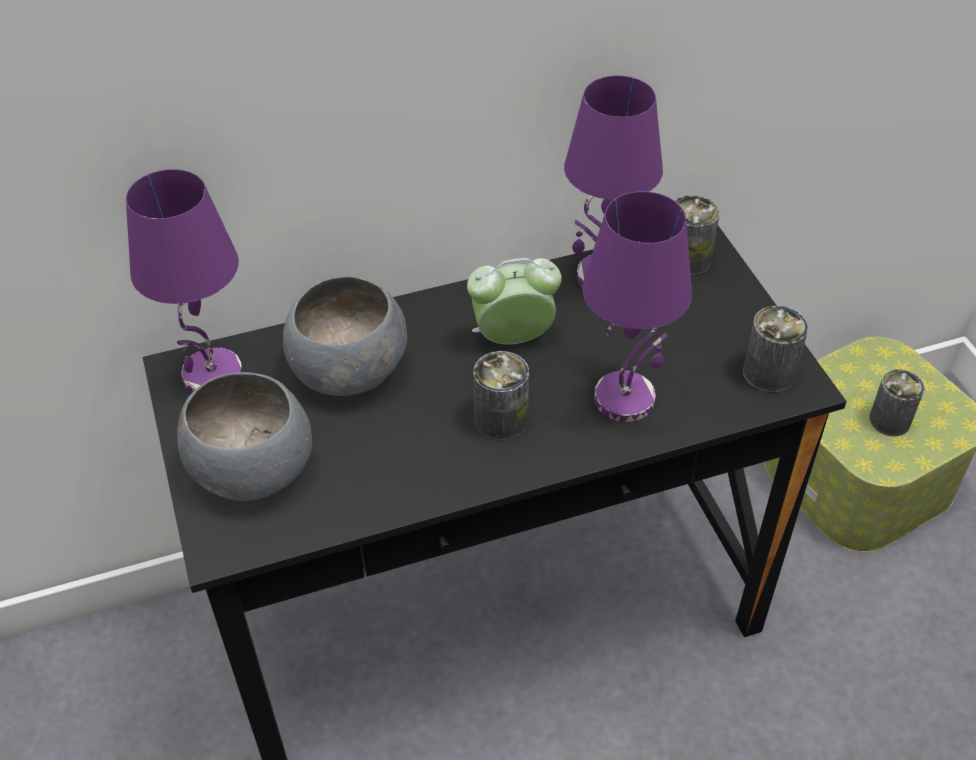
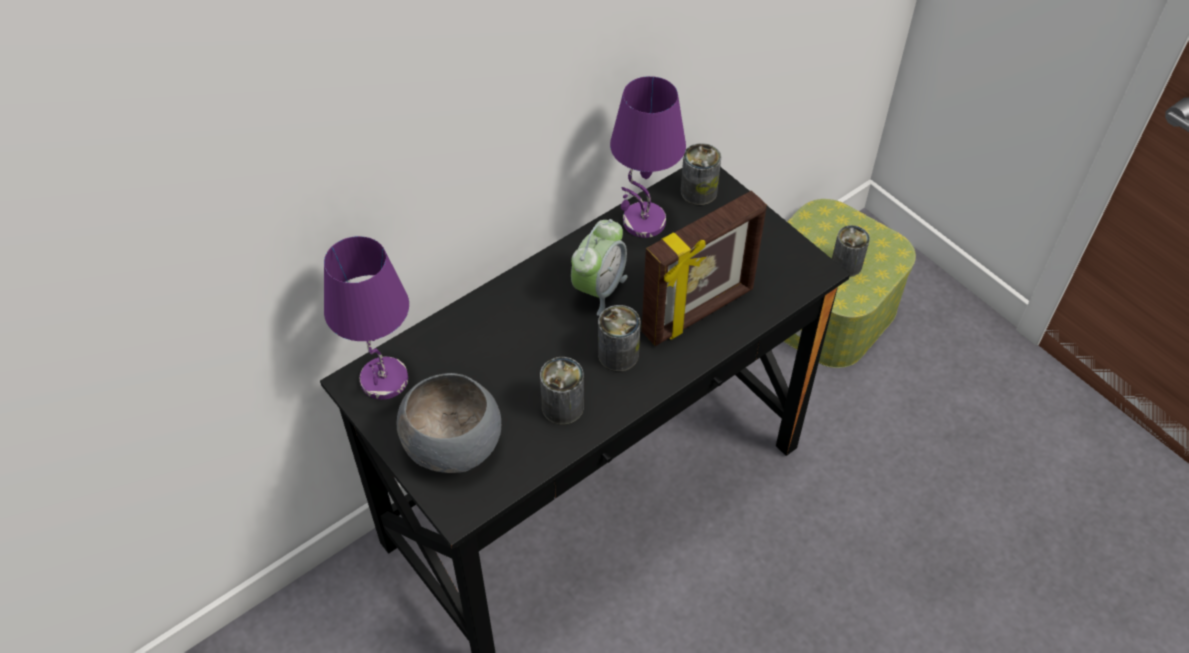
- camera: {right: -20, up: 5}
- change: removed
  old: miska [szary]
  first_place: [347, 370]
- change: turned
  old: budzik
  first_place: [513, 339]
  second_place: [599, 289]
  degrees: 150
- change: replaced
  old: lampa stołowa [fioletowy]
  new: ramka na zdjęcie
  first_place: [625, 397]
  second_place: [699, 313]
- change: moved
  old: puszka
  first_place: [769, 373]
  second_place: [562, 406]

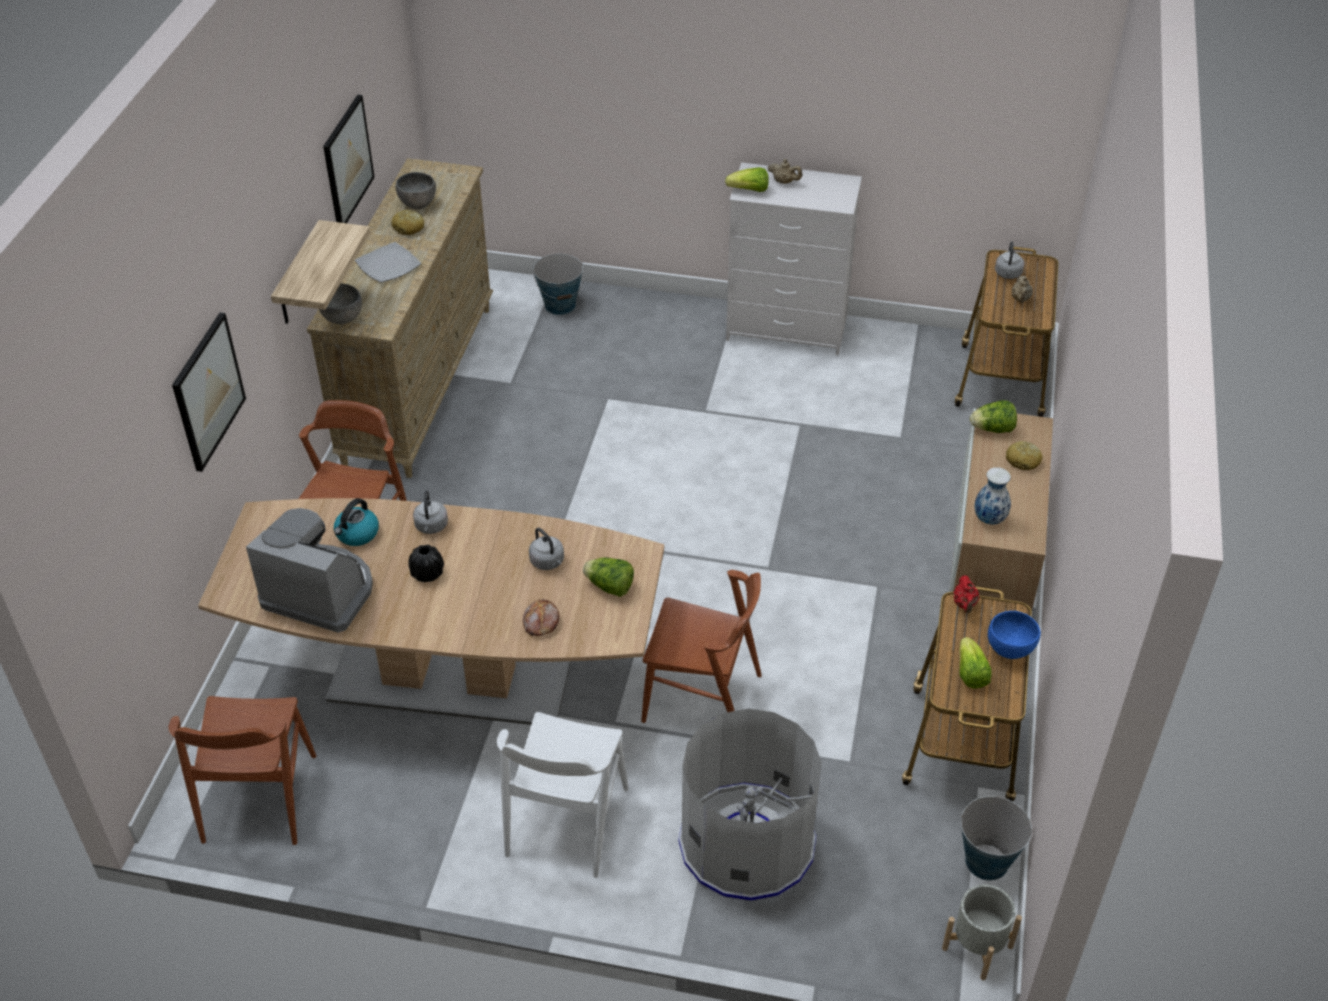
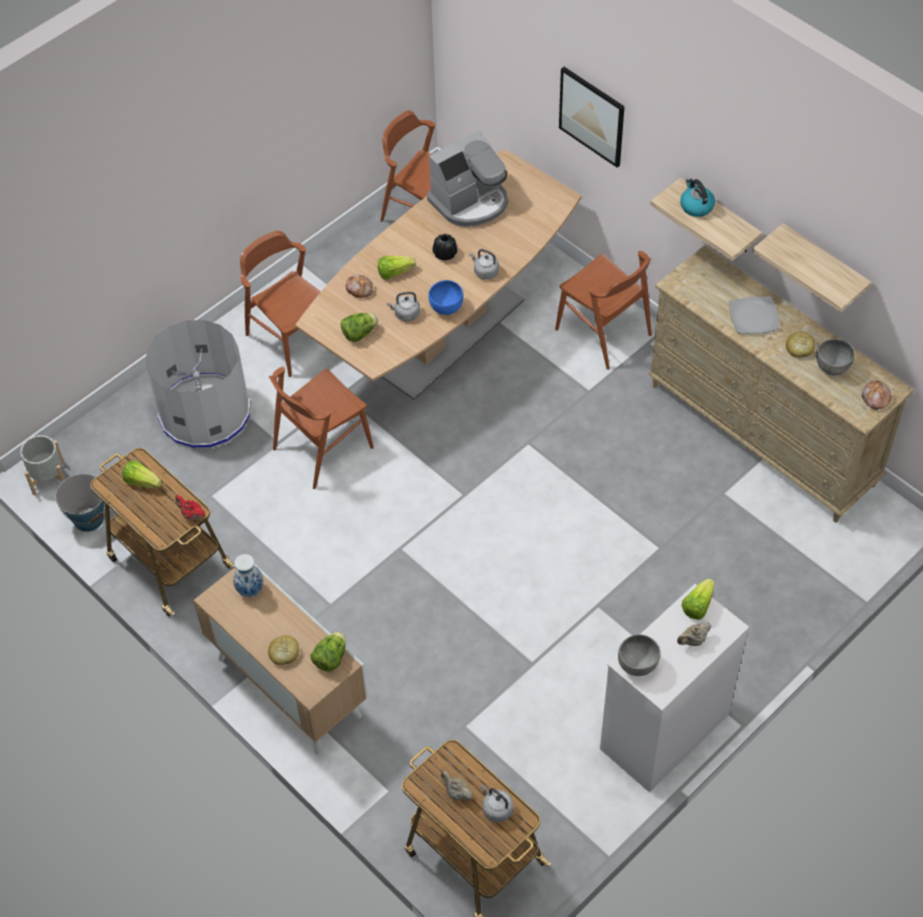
- camera: {right: 125, up: 10}
- change: moved
  old: miska [szary]
  first_place: [342, 318]
  second_place: [638, 664]
- change: replaced
  old: obraz
  new: półka
  first_place: [347, 162]
  second_place: [823, 265]
- change: moved
  old: czajnik
  first_place: [357, 534]
  second_place: [696, 206]
- change: recoloured
  old: krzesło [biały]
  new: krzesło [brązowy]
  first_place: [566, 822]
  second_place: [292, 338]
- change: removed
  old: wiadro
  first_place: [560, 305]
- change: moved
  old: miska [niebieski]
  first_place: [1010, 649]
  second_place: [446, 308]
- change: added
  new: sałata
  second_place: [394, 272]
- change: added
  new: chleb
  second_place: [875, 398]

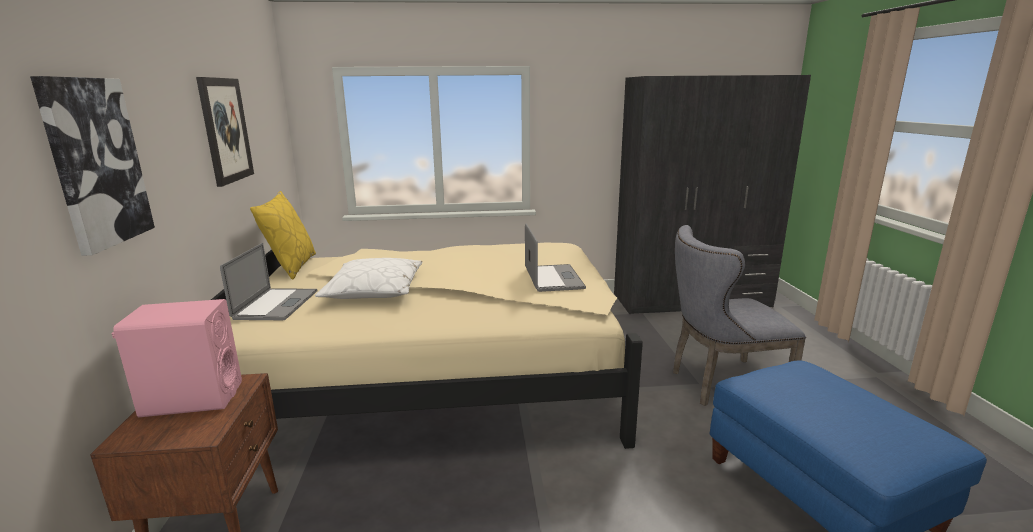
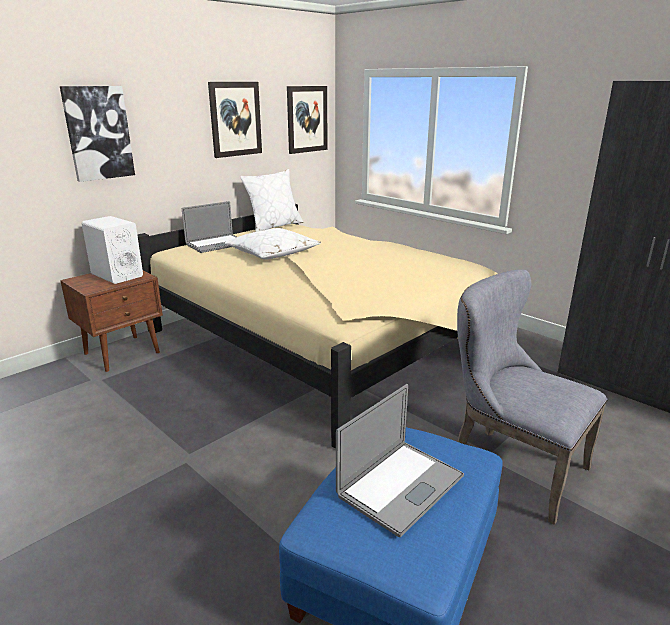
- camera: {right: 50, up: 5}
- change: recoloured
  old: głośnik [różowy]
  new: głośnik [biały]
  first_place: [192, 399]
  second_place: [117, 275]
- change: recoloured
  old: poduszka [żółty]
  new: poduszka [biały]
  first_place: [291, 266]
  second_place: [274, 226]
- change: moved
  old: laptop
  first_place: [553, 278]
  second_place: [400, 485]
- change: added
  new: obraz
  second_place: [307, 119]

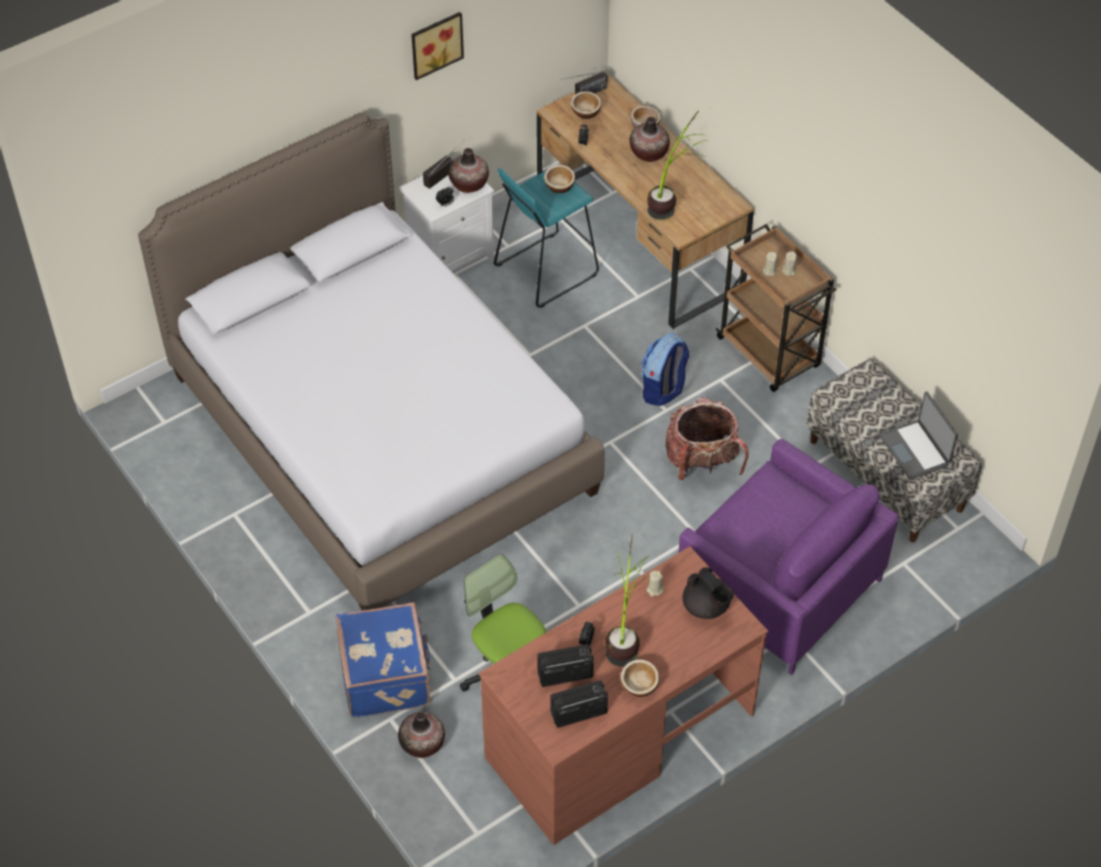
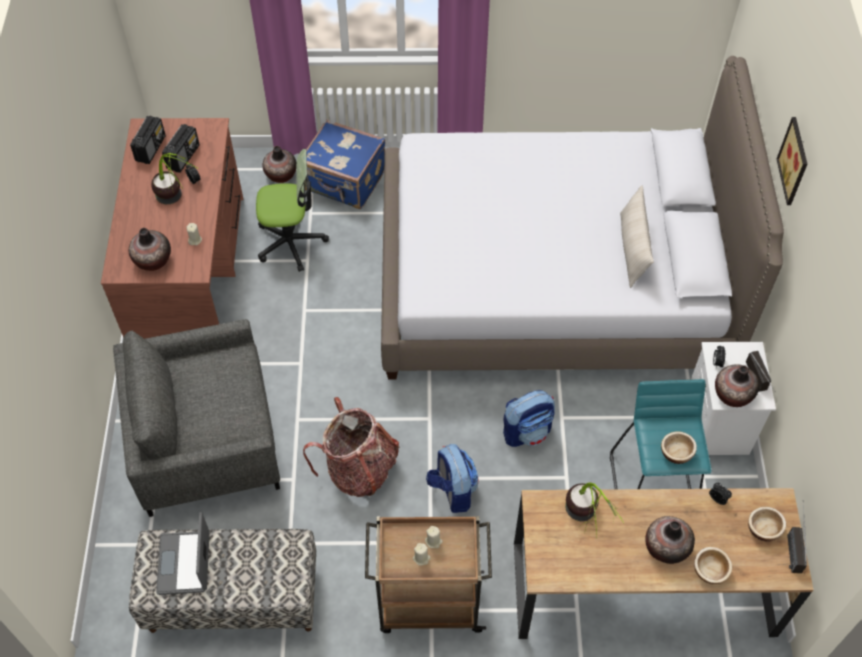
- camera: {right: 125, up: 5}
- change: moved
  old: obraz
  first_place: [435, 43]
  second_place: [796, 161]
- change: removed
  old: miska
  first_place: [639, 685]
- change: recoloured
  old: fotel [fioletowy]
  new: fotel [szary]
  first_place: [779, 588]
  second_place: [206, 441]
- change: replaced
  old: imbryk [czarny]
  new: wazon
  first_place: [706, 607]
  second_place: [153, 260]
- change: turned
  old: laptop
  first_place: [915, 450]
  second_place: [185, 563]
  degrees: -105
- change: added
  new: plecak
  second_place: [527, 431]
- change: added
  new: poduszka [beżowy]
  second_place: [632, 249]

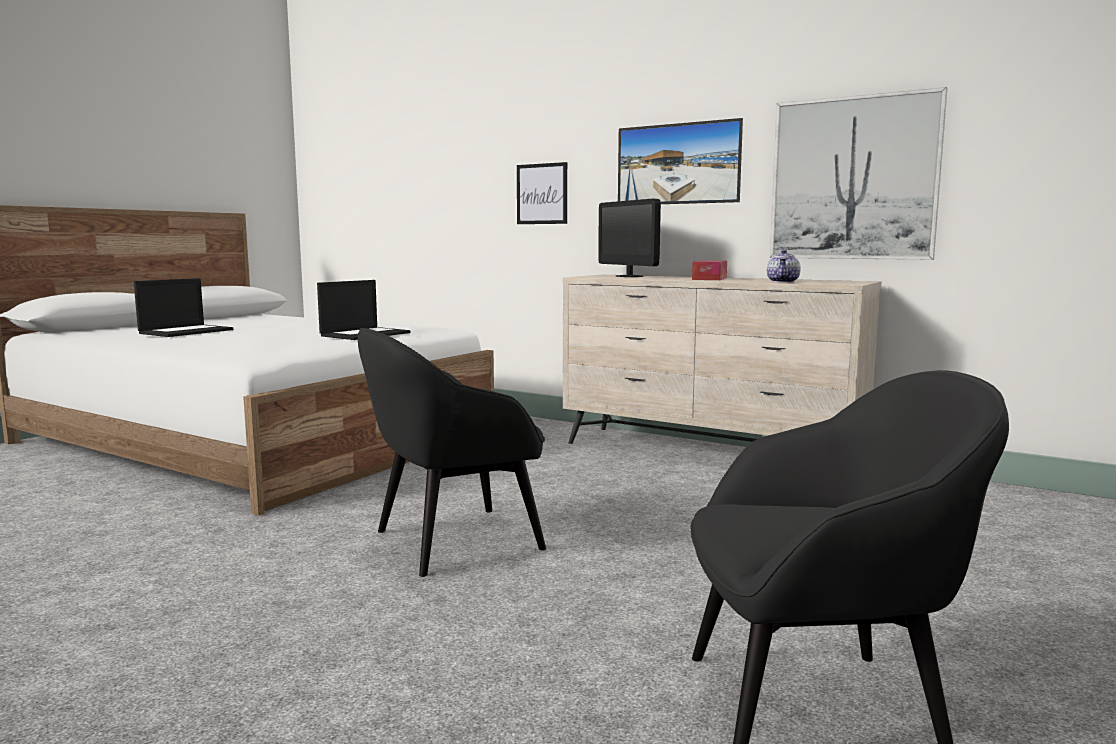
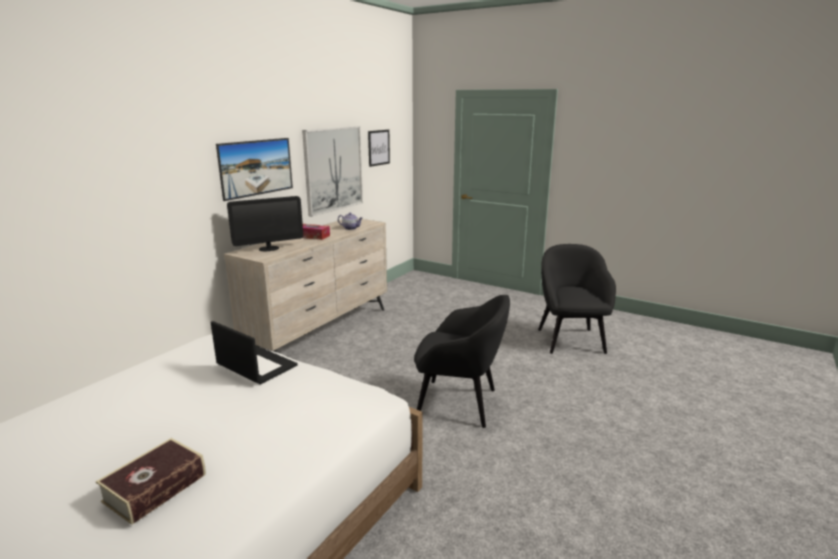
- camera: {right: -90, up: 10}
- change: replaced
  old: laptop
  new: książka
  first_place: [186, 331]
  second_place: [155, 488]
- change: turned
  old: fotel [czarny]
  first_place: [454, 541]
  second_place: [459, 403]
  degrees: -45
- change: moved
  old: obraz
  first_place: [542, 194]
  second_place: [378, 147]

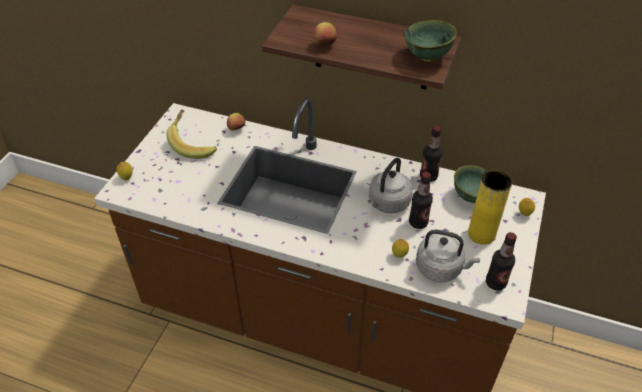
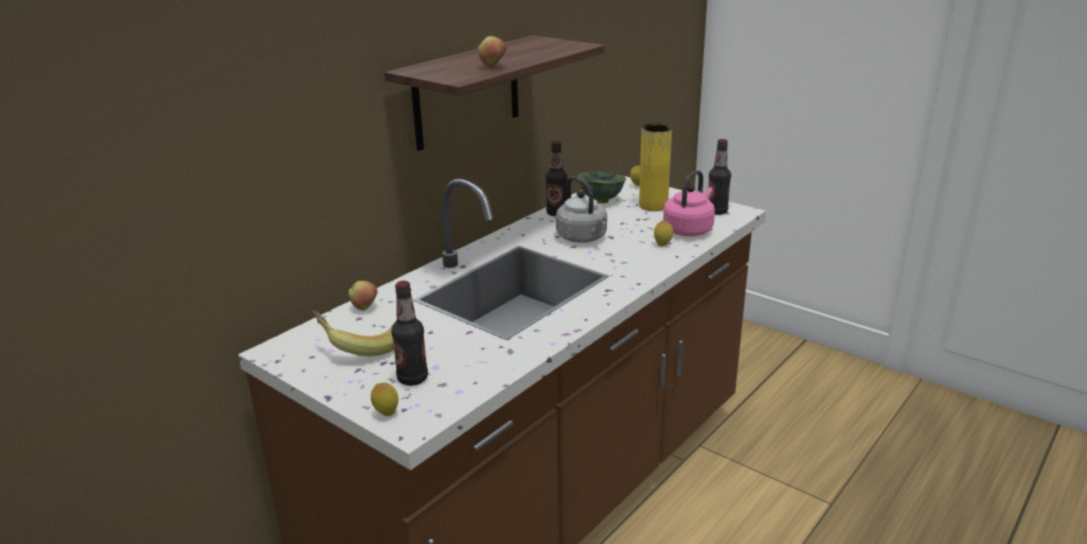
- camera: {right: -70, up: -20}
- change: removed
  old: miska [zielony]
  first_place: [427, 58]
- change: moved
  old: butelka
  first_place: [418, 222]
  second_place: [412, 379]
- change: recoloured
  old: czajnik [szary]
  new: czajnik [różowy]
  first_place: [441, 268]
  second_place: [689, 230]

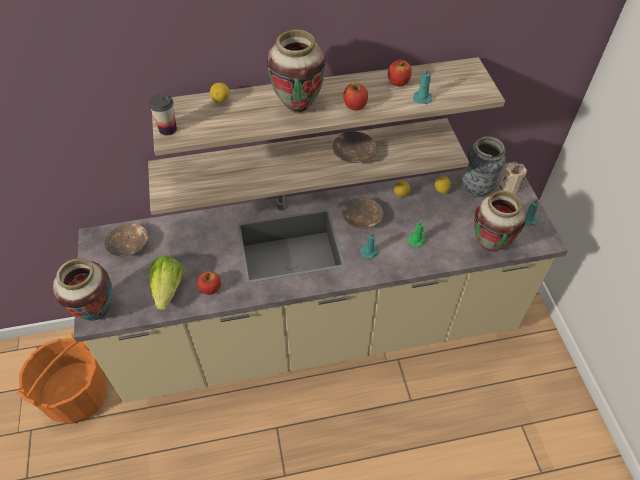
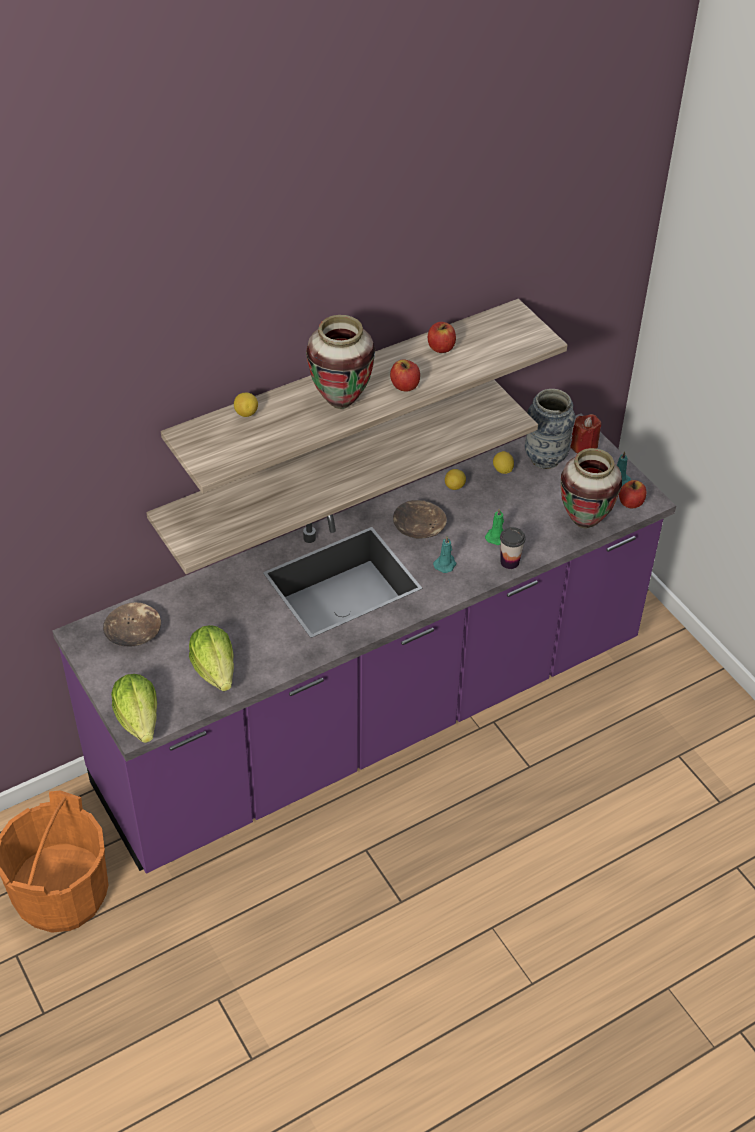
- camera: {right: -20, up: -5}
- change: replaced
  old: wazon
  new: sałata
  first_place: [97, 313]
  second_place: [139, 719]
- change: recoloured
  old: zabudowa kuchenna [beżowy]
  new: zabudowa kuchenna [fioletowy]
  first_place: [320, 333]
  second_place: [374, 717]
- change: moved
  old: filiżanka
  first_place: [168, 129]
  second_place: [509, 562]
- change: moved
  old: jabłko
  first_place: [210, 288]
  second_place: [631, 503]
- change: removed
  old: miska [brązowy]
  first_place: [353, 154]
- change: removed
  old: świeca [turkusowy]
  first_place: [422, 97]
- change: recoloured
  old: świeca [beżowy]
  new: świeca [czerwony]
  first_place: [510, 187]
  second_place: [584, 446]

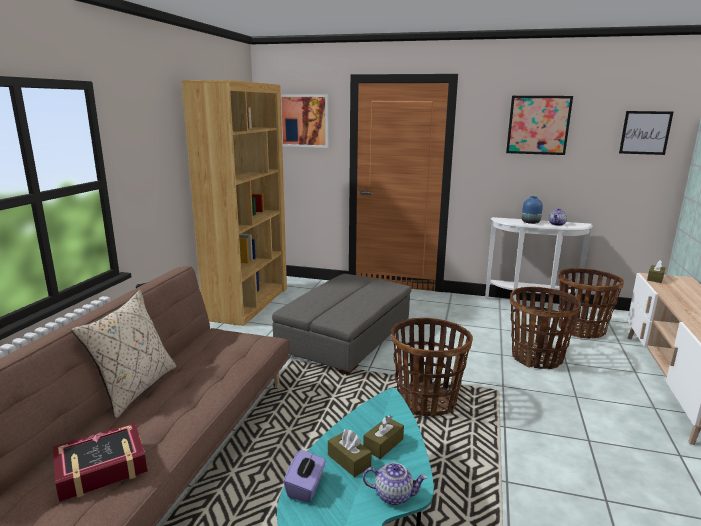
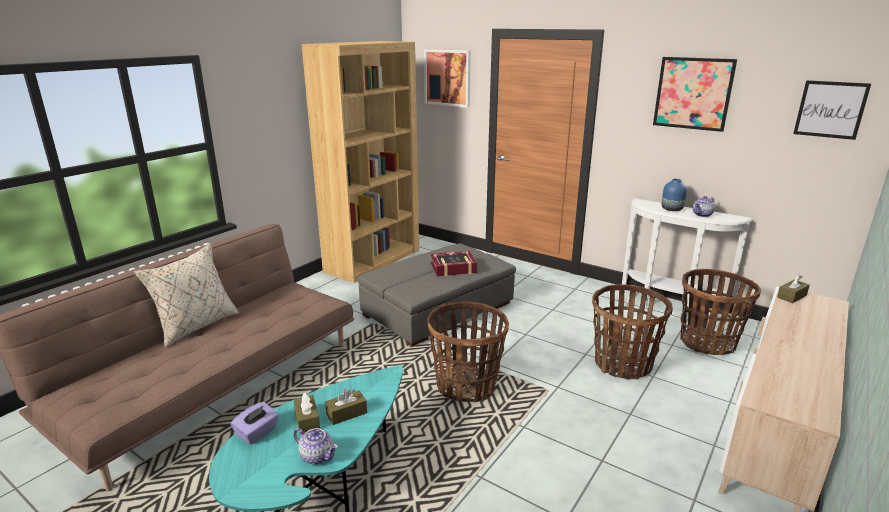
- camera: {right: 20, up: 5}
- change: moved
  old: książka
  first_place: [101, 468]
  second_place: [453, 268]

